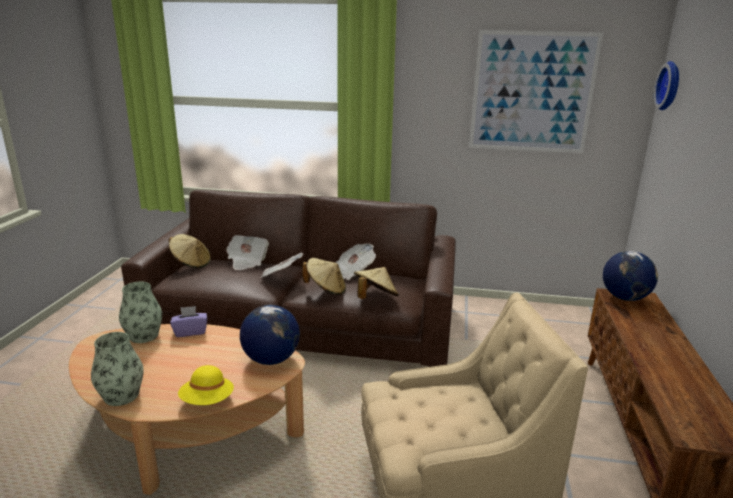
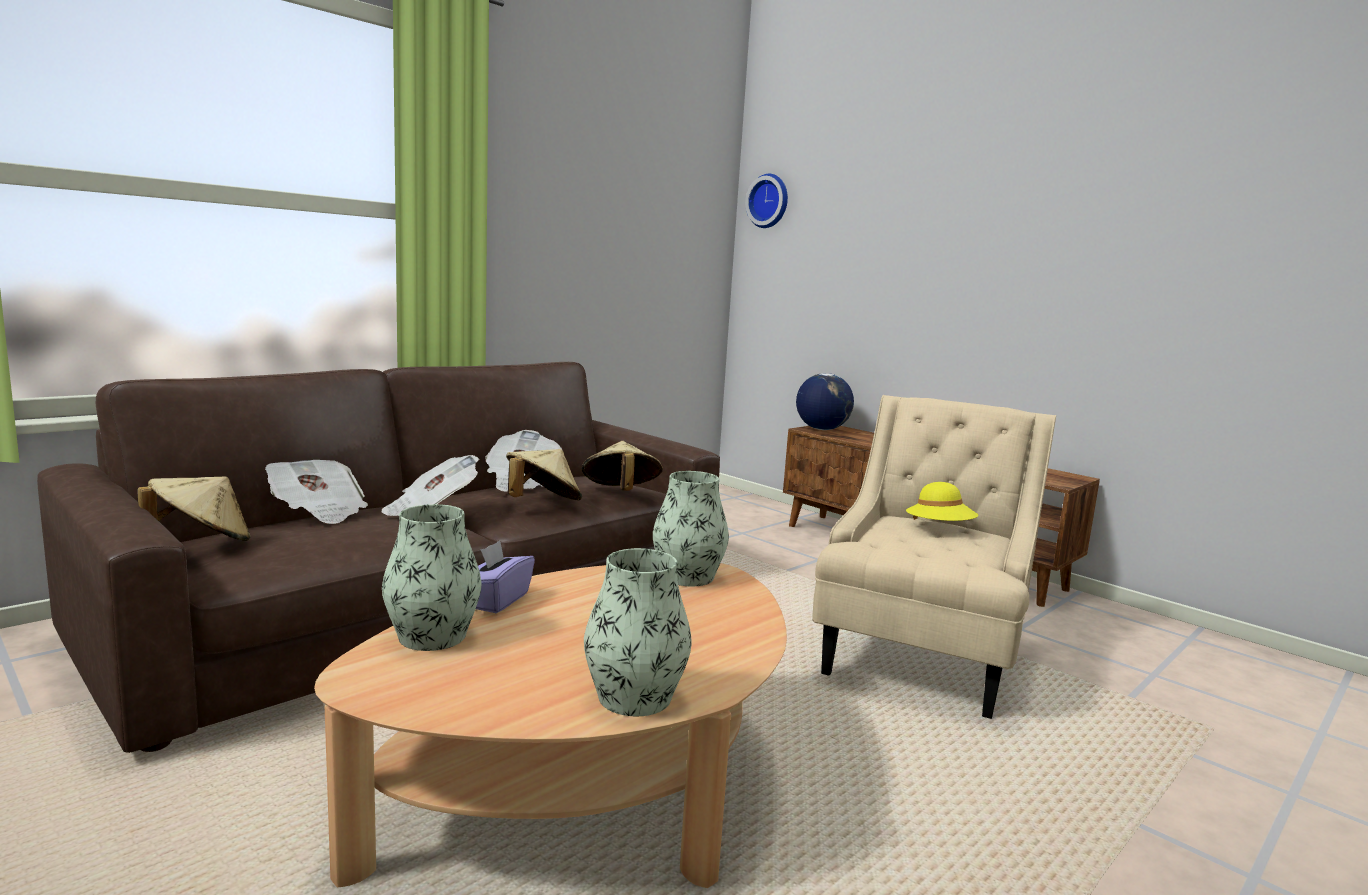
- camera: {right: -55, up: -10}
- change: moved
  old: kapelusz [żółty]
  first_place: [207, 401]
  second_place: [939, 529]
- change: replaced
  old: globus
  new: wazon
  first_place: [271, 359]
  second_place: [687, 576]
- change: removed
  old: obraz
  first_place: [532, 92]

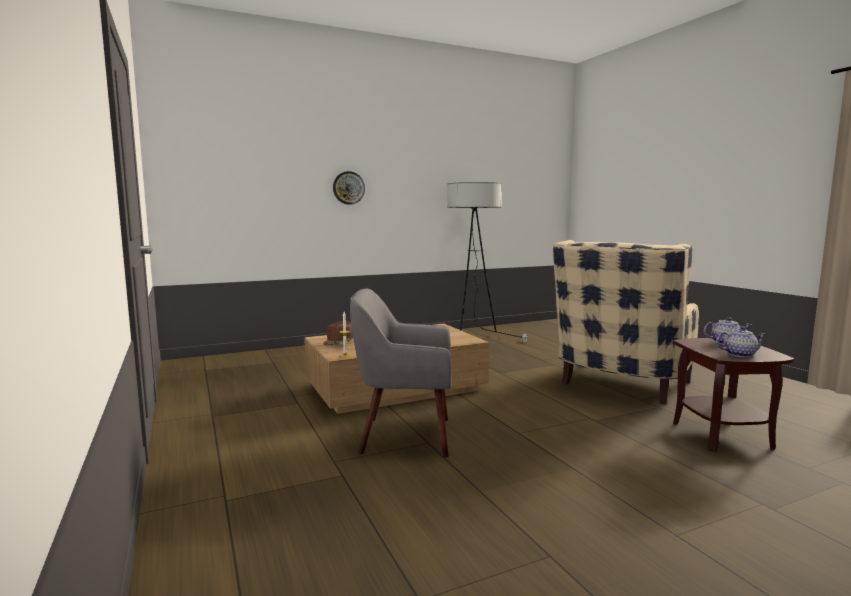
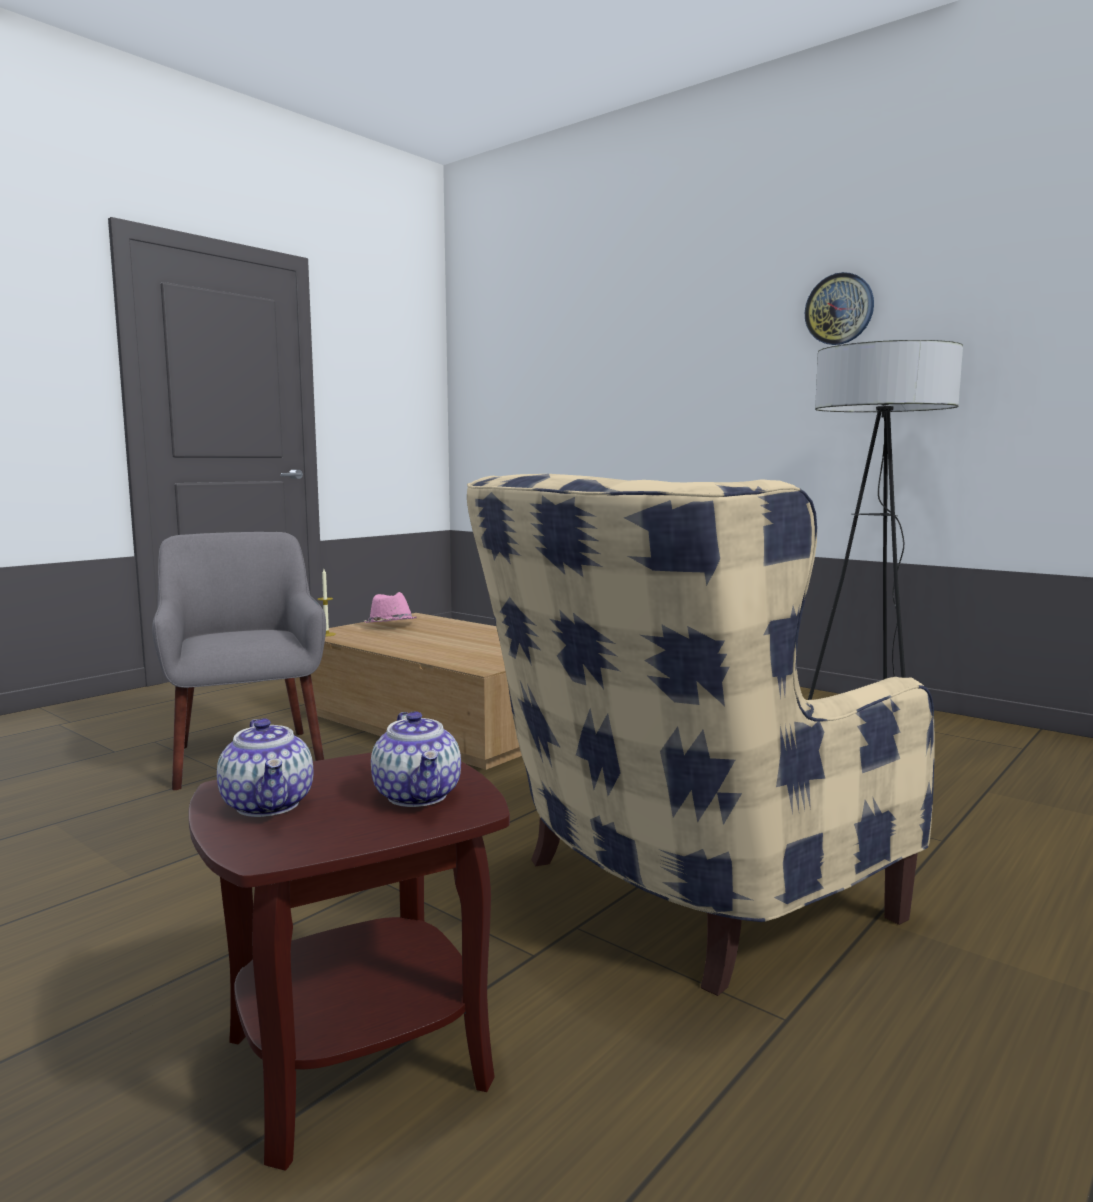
- camera: {right: 65, up: 0}
- change: recoloured
  old: kapelusz [brązowy]
  new: kapelusz [różowy]
  first_place: [341, 344]
  second_place: [390, 626]
- change: moved
  old: zegar ścienny
  first_place: [348, 188]
  second_place: [839, 309]
- change: turned
  old: fotel [beżowy]
  first_place: [618, 385]
  second_place: [672, 894]
  degrees: -45

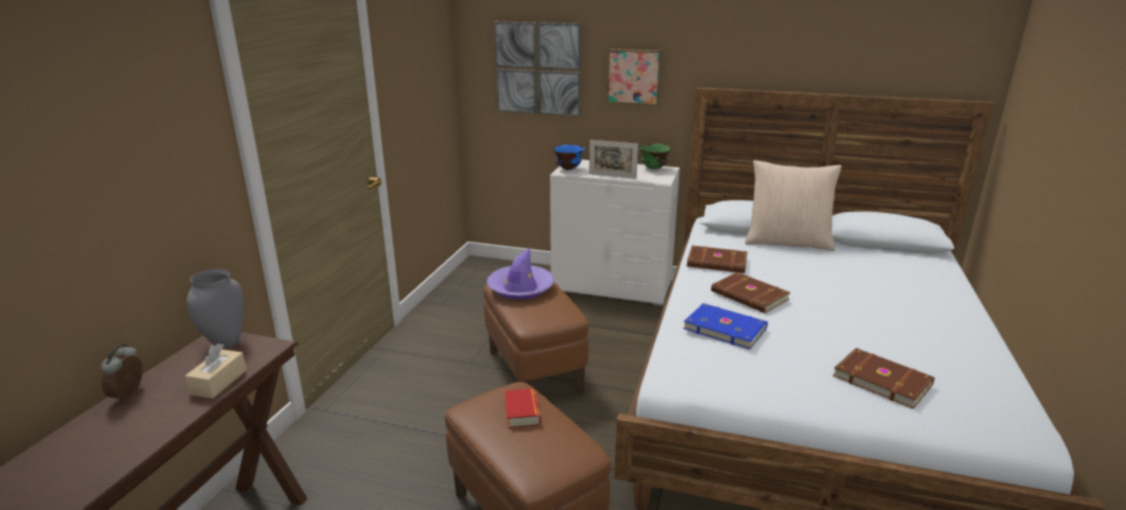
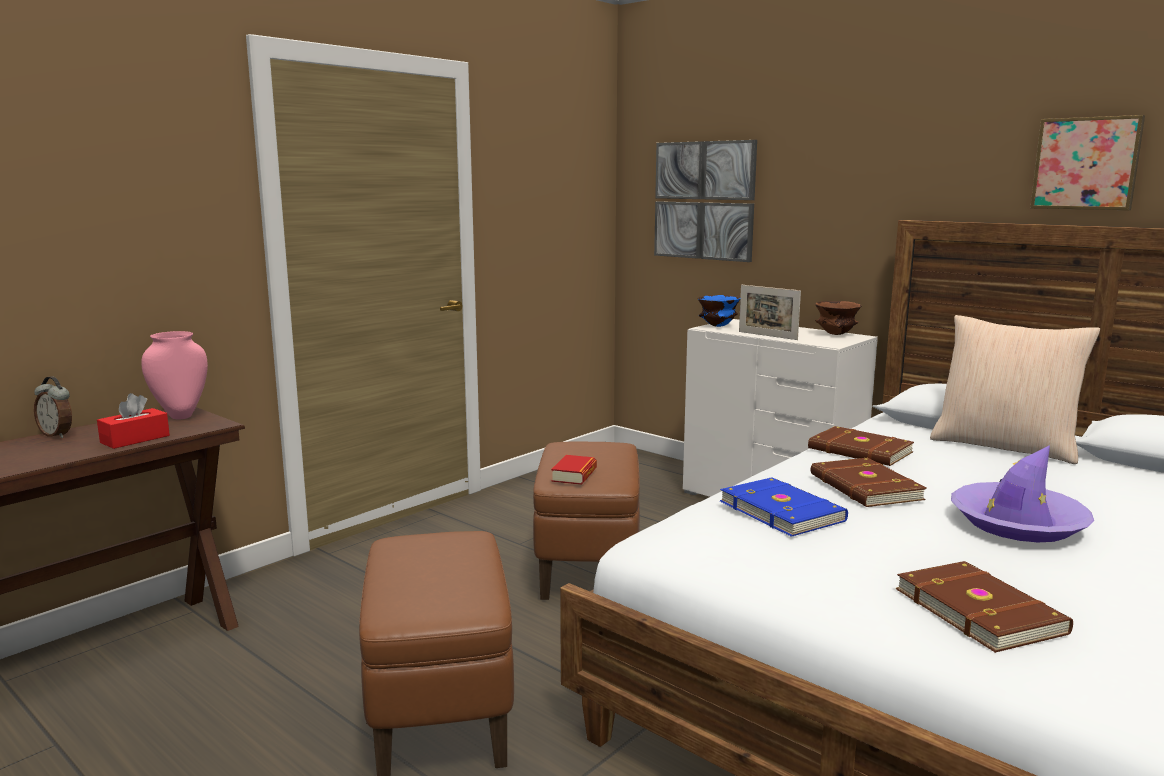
- camera: {right: 25, up: -10}
- change: turned
  old: budzik
  first_place: [129, 394]
  second_place: [57, 435]
  degrees: -90
- change: recoloured
  old: pudełko chusteczek [beżowy]
  new: pudełko chusteczek [czerwony]
  first_place: [219, 382]
  second_place: [135, 439]
- change: recoloured
  old: wazon [szary]
  new: wazon [różowy]
  first_place: [225, 344]
  second_place: [181, 416]
- change: moved
  old: kapelusz [fioletowy]
  first_place: [520, 288]
  second_place: [1017, 523]
- change: moved
  old: książka
  first_place: [522, 412]
  second_place: [574, 475]
- change: moved
  old: obraz
  first_place: [634, 76]
  second_place: [1086, 163]
- change: recoloured
  old: miska [zielony]
  new: miska [brązowy]
  first_place: [654, 169]
  second_place: [836, 335]

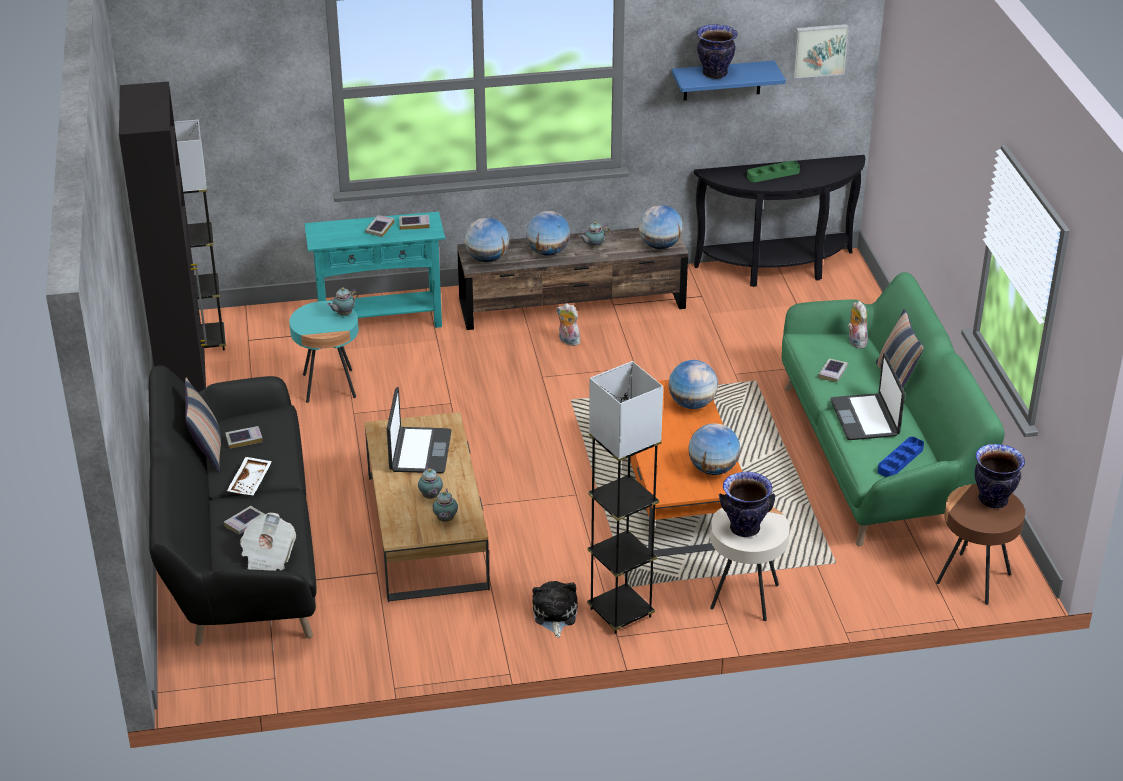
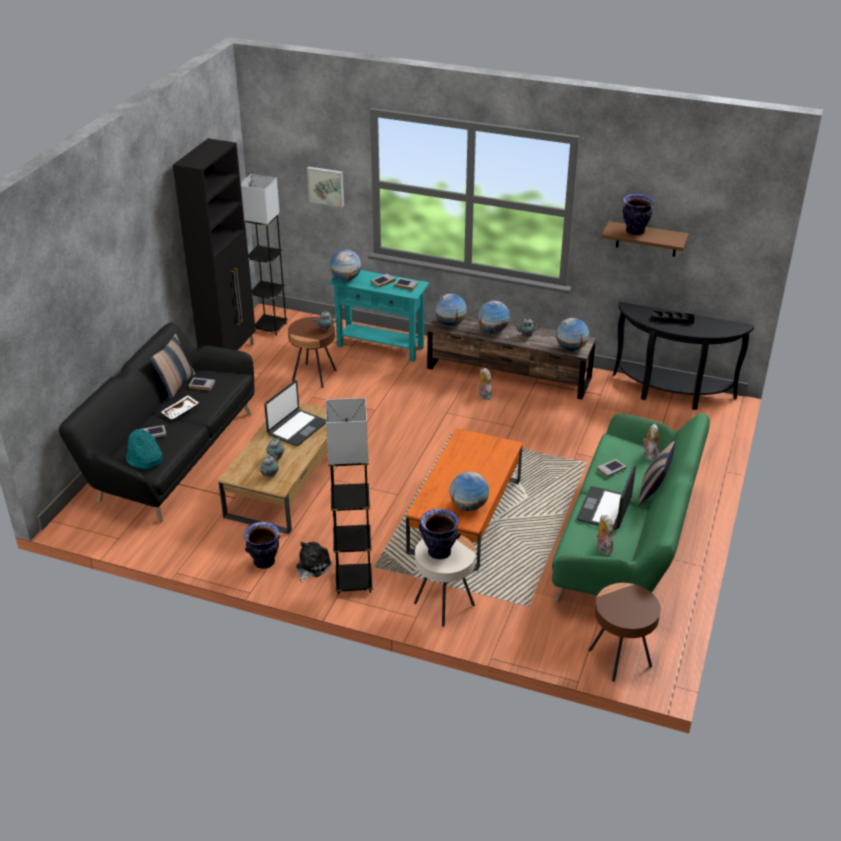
- camera: {right: 30, up: 0}
- change: replaced
  old: gazeta
  new: kapelusz [turkusowy]
  first_place: [267, 557]
  second_place: [144, 459]
- change: recoloured
  old: stolik [turkusowy]
  new: stolik [brązowy]
  first_place: [329, 386]
  second_place: [314, 376]
- change: moved
  old: globus
  first_place: [692, 404]
  second_place: [346, 278]
- change: recoloured
  old: półka [niebieski]
  new: półka [brązowy]
  first_place: [722, 80]
  second_place: [646, 239]
- change: recoloured
  old: taca [zielony]
  new: taca [czarny]
  first_place: [773, 174]
  second_place: [672, 320]
- change: moved
  old: obraz
  first_place: [819, 49]
  second_place: [326, 186]
- change: replaced
  old: taca [niebieski]
  new: pluszak
  first_place: [900, 460]
  second_place: [602, 548]
- change: moved
  old: wazon
  first_place: [993, 500]
  second_place: [264, 562]

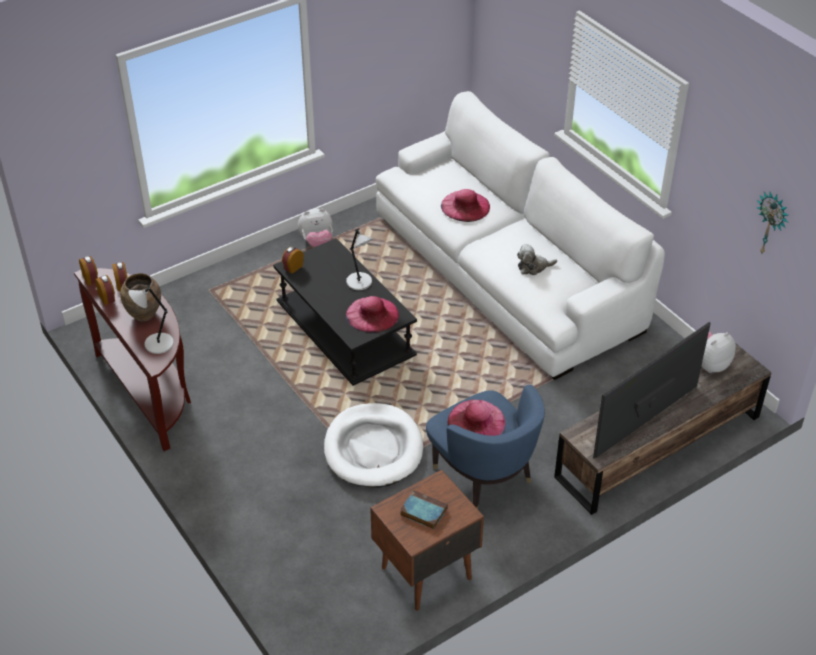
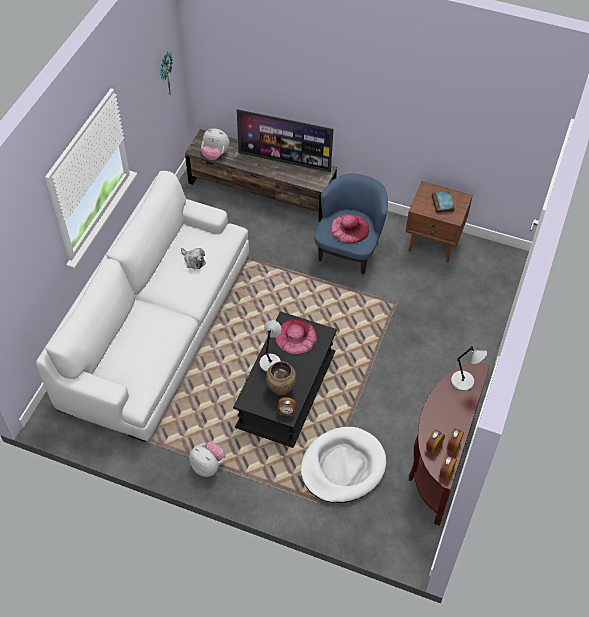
- camera: {right: -125, up: 10}
- change: moved
  old: wazon [brązowy]
  first_place: [144, 315]
  second_place: [281, 389]
- change: moved
  old: legowisko [biały]
  first_place: [373, 449]
  second_place: [342, 467]
- change: removed
  old: kapelusz [różowy]
  first_place: [465, 206]

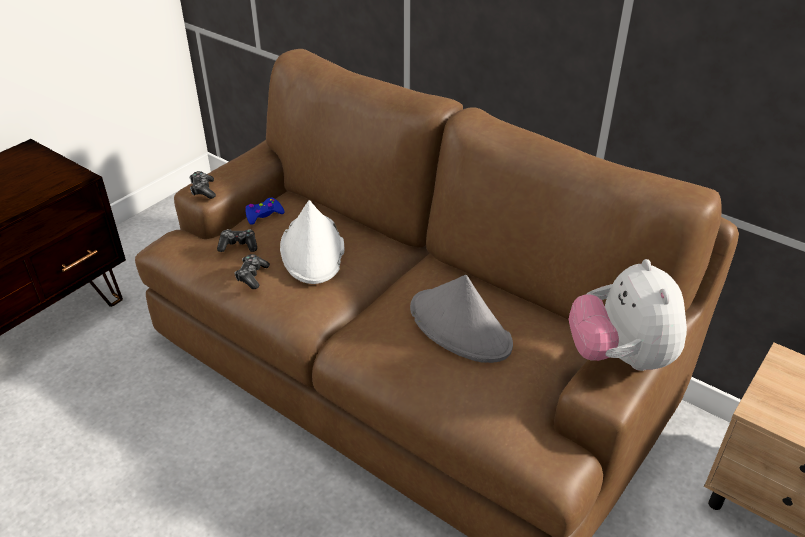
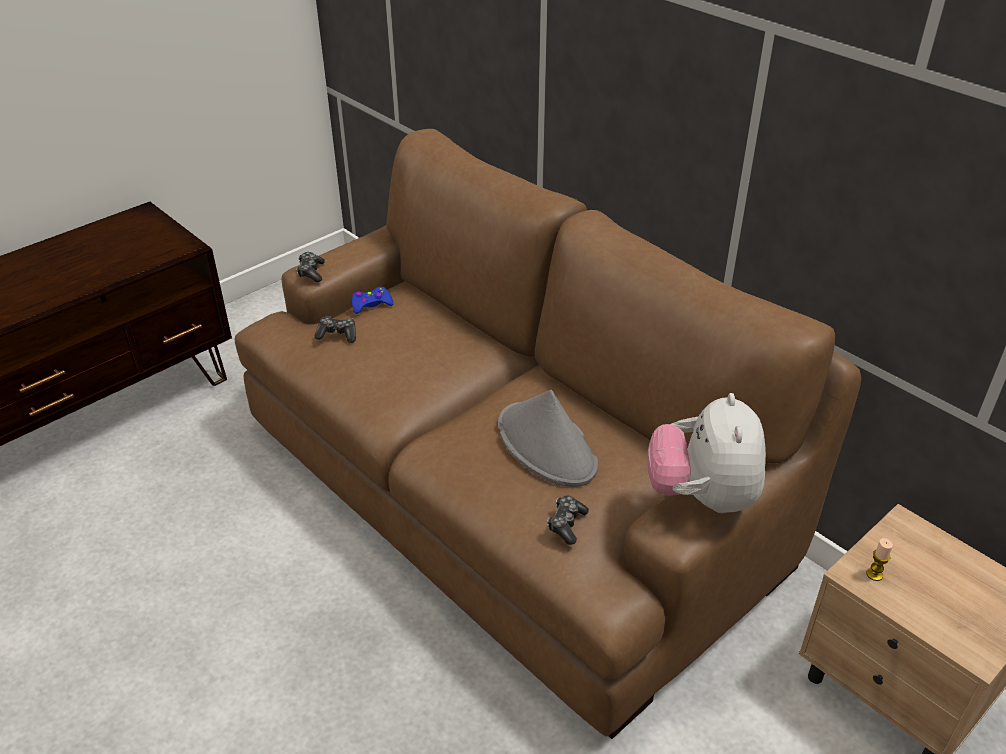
- camera: {right: 10, up: 0}
- change: moved
  old: pad do gier
  first_place: [252, 276]
  second_place: [566, 524]
- change: removed
  old: kapelusz [biały]
  first_place: [313, 250]
- change: added
  new: świeca
  second_place: [874, 574]

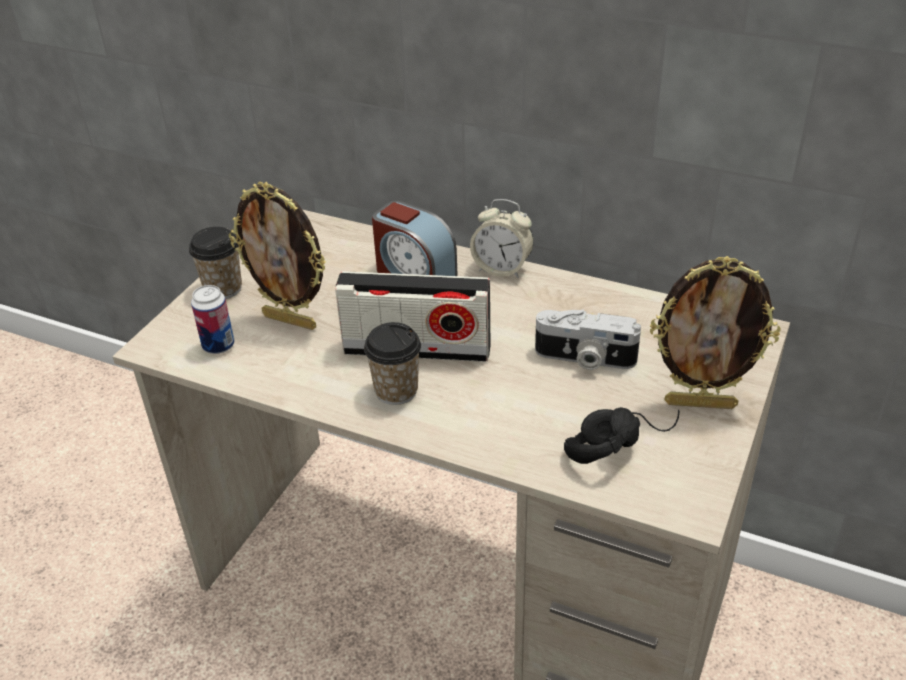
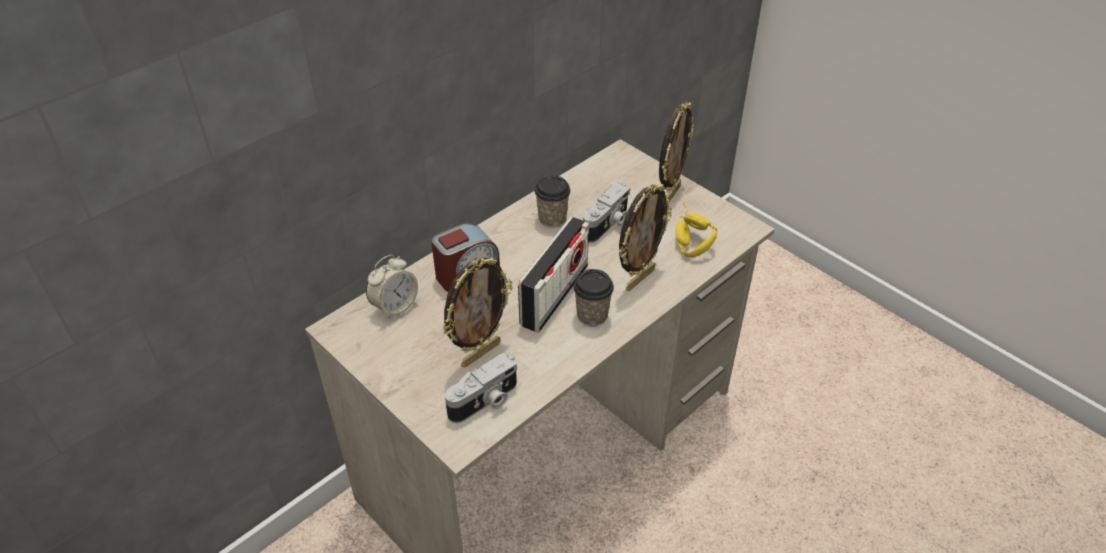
- camera: {right: -70, up: 5}
- change: moved
  old: filiżanka
  first_place: [223, 289]
  second_place: [552, 219]
- change: replaced
  old: puszka
  new: aparat fotograficzny
  first_place: [218, 346]
  second_place: [485, 401]
- change: moved
  old: budzik
  first_place: [502, 269]
  second_place: [395, 306]
- change: recoloured
  old: słuchawki [czarny]
  new: słuchawki [żółty]
  first_place: [618, 441]
  second_place: [685, 236]
- change: added
  new: ramka na zdjęcie
  second_place: [639, 278]

